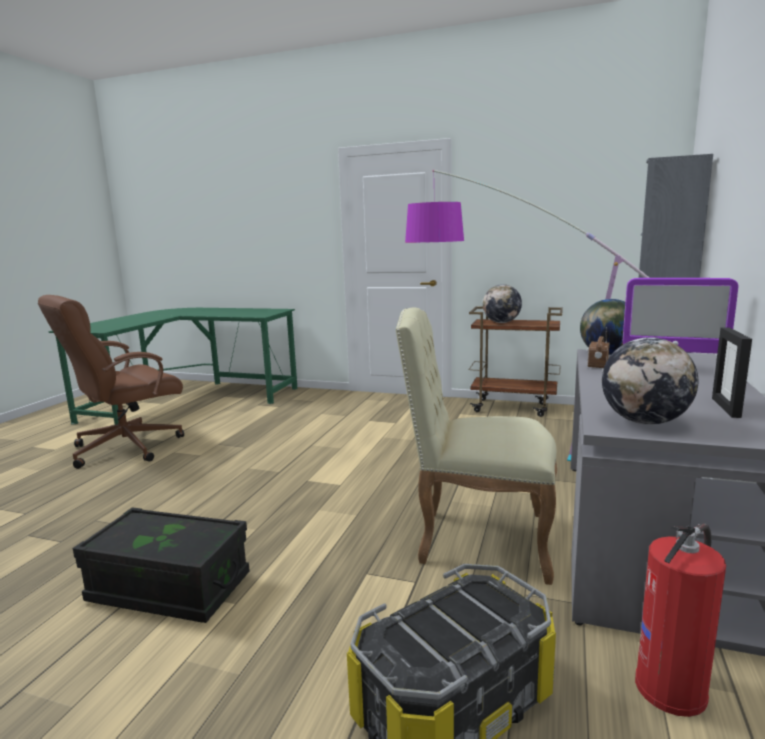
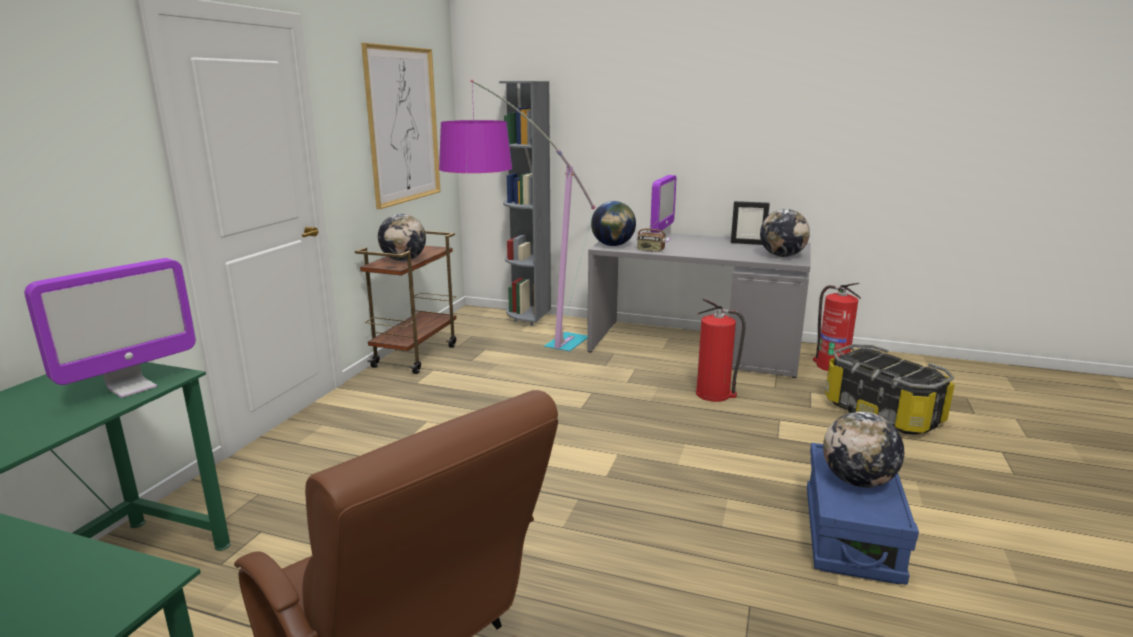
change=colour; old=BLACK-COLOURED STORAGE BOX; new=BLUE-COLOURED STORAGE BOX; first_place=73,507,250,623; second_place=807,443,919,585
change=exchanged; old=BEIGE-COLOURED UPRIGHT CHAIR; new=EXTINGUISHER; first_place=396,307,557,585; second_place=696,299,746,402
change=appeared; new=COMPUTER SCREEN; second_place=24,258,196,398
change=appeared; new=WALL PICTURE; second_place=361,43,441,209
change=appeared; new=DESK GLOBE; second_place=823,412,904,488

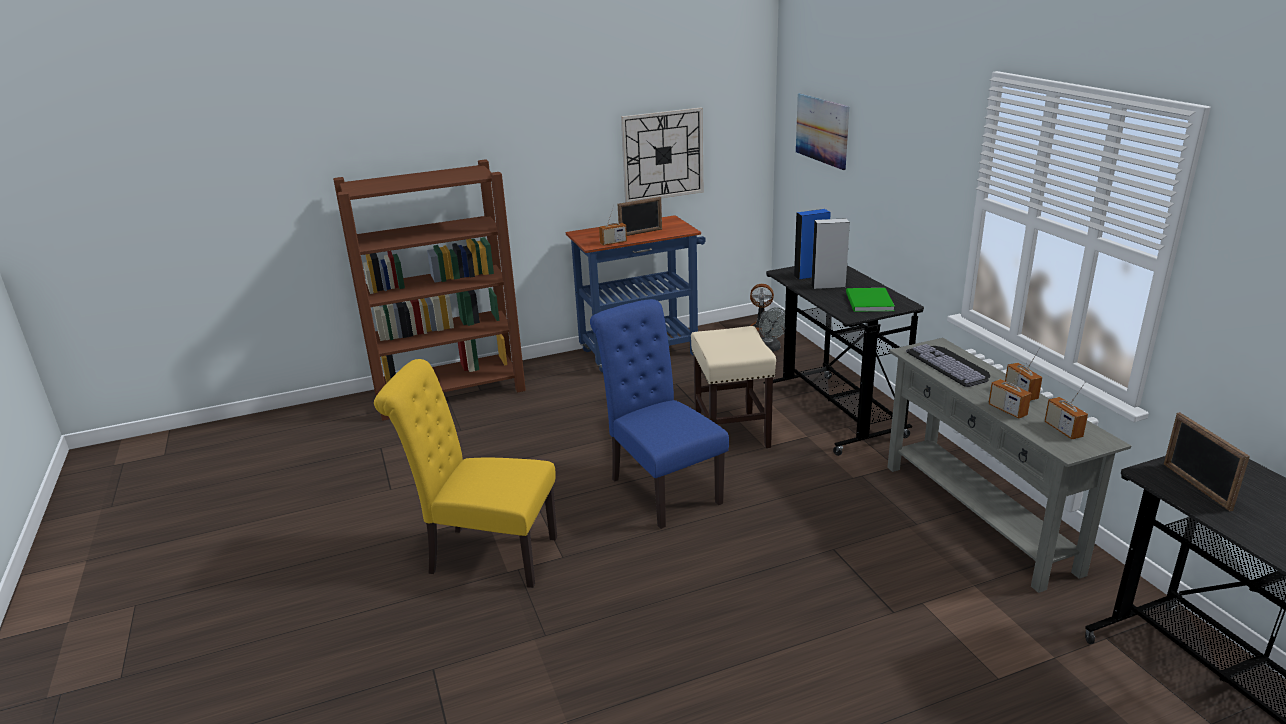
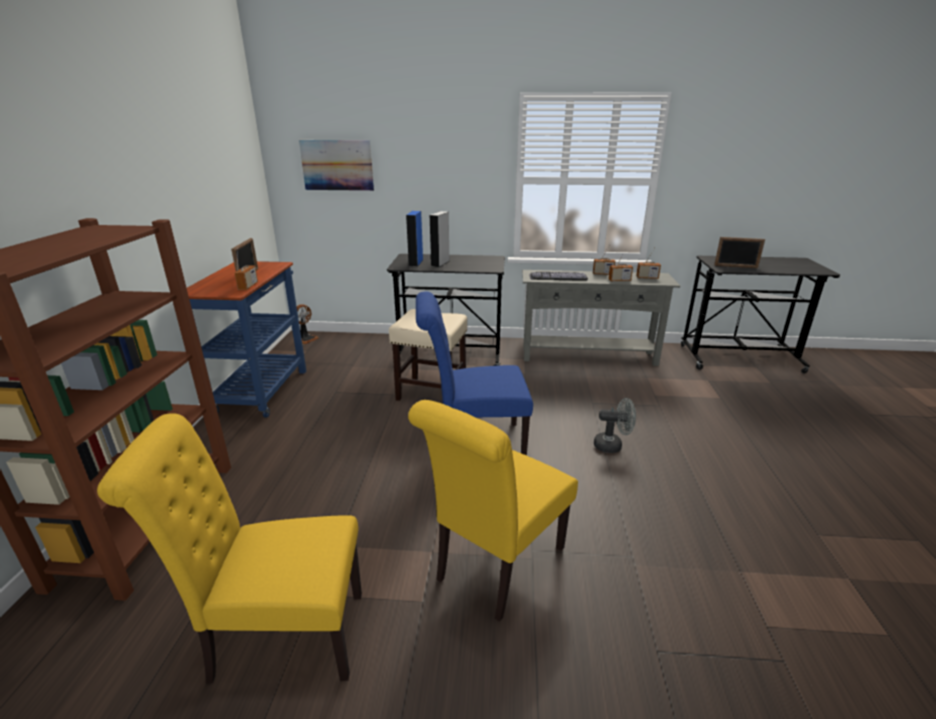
change=missing; old=WALL CLOCK; first_place=621,108,703,203
change=relocated; old=GREYISH FAN; first_place=759,307,785,352; second_place=594,398,636,453
change=missing; old=GREENISH BOOK; first_place=846,288,895,312
change=appeared; new=YELLOWISH UPRIGHT CHAIR; second_place=97,413,362,684

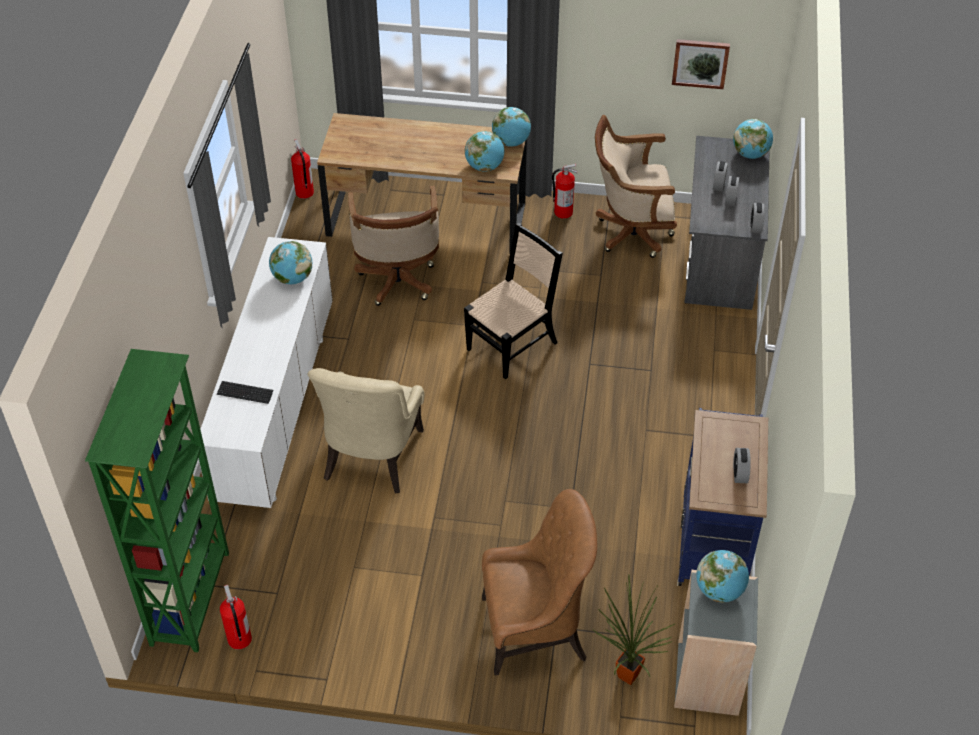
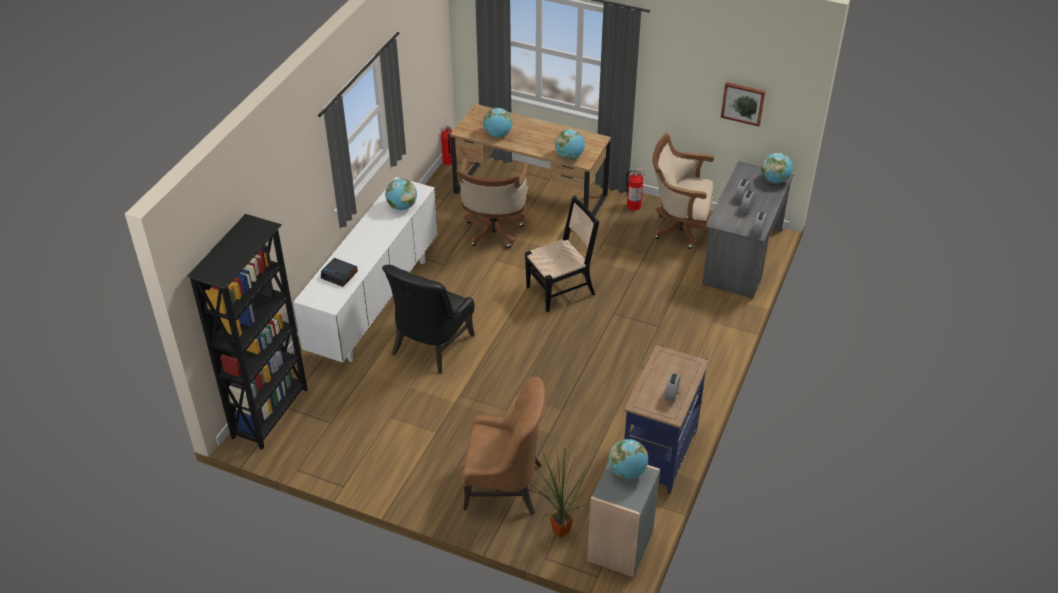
change=colour; old=GREENISH SHELVING UNIT; new=BLACK-COLOURED SHELVING UNIT; first_place=85,349,229,652; second_place=187,214,308,450
change=exchanged; old=PC KEYBOARD; new=BEDSIDE CLOCK; first_place=217,381,274,404; second_place=321,258,358,287
change=missing; old=EXTINGUISHER; first_place=220,585,252,649
change=colour; old=BEIGE-COLOURED UPRIGHT CHAIR; new=BLACK-COLOURED UPRIGHT CHAIR; first_place=307,368,425,494; second_place=382,265,475,374
change=relocated; old=DESK GLOBE; first_place=492,107,531,147; second_place=483,108,513,137

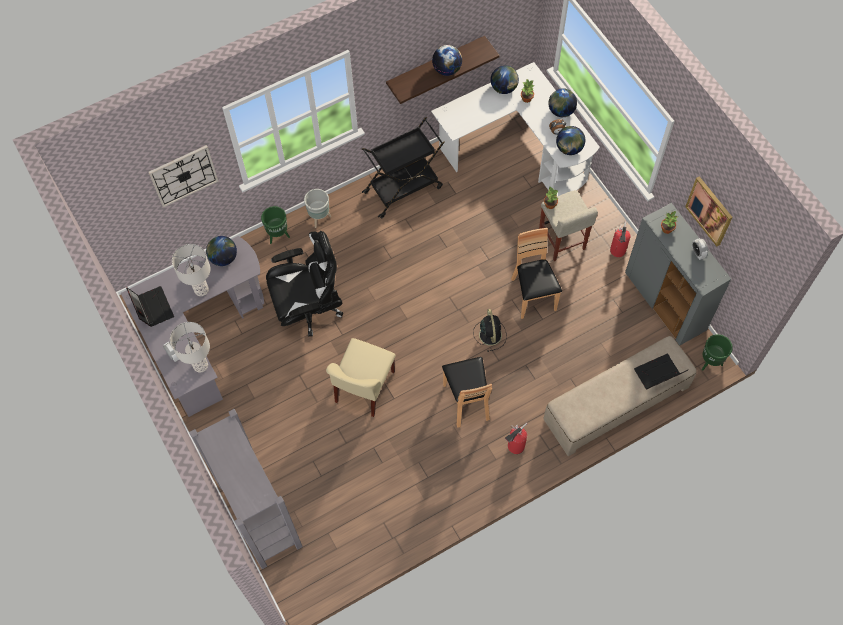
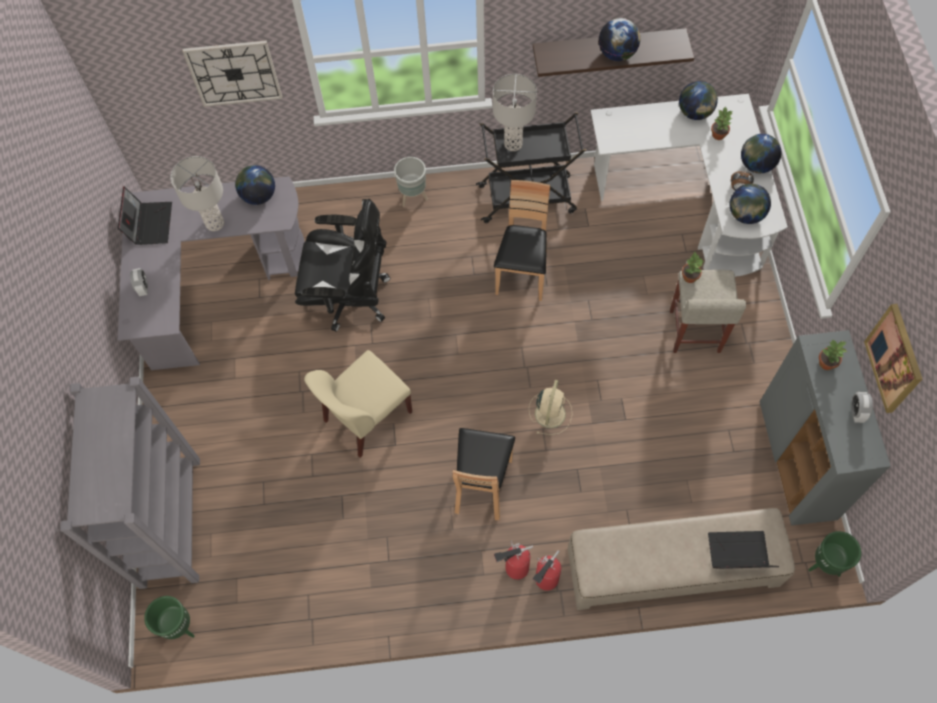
change=relocated; old=WHITE-COLOURED TABLETOP LAMP; first_place=170,322,210,372; second_place=493,74,537,151
change=relocated; old=GREENISH FLOWER POT; first_place=261,206,290,244; second_place=144,596,195,639
change=colour; old=BLACK-COLOURED FAN; new=BEIGE-COLOURED FAN; first_place=473,309,507,352; second_place=529,380,572,435
change=relocated; old=BROWN-COLOURED UPRIGHT CHAIR; first_place=511,228,562,319; second_place=494,180,550,301
change=relocated; old=EXTINGUISHER; first_place=610,220,631,257; second_place=532,550,561,591

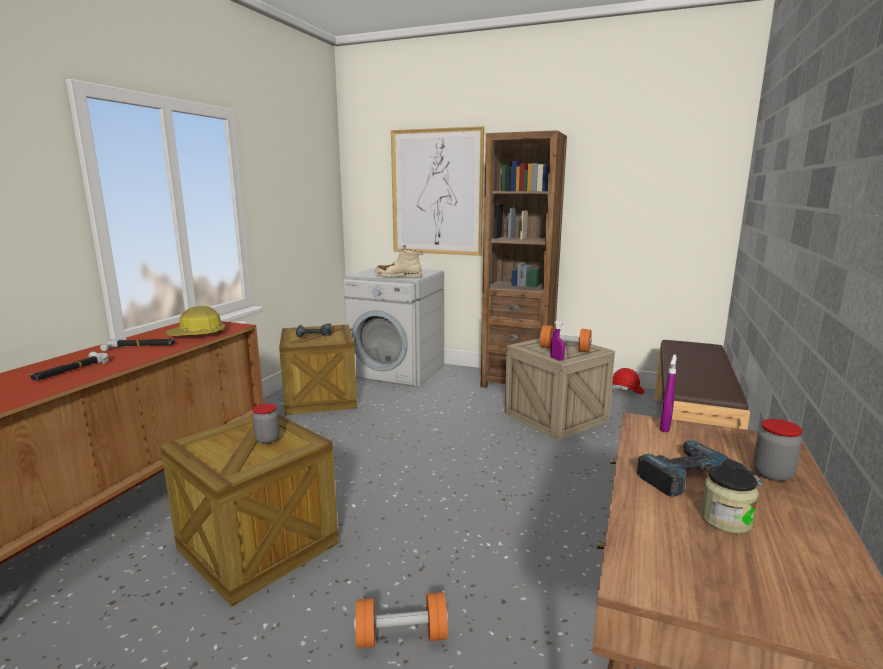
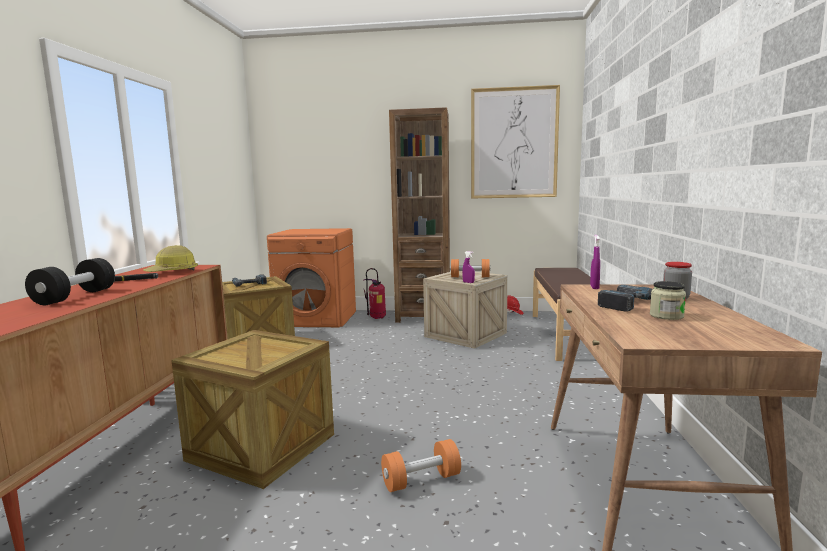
change=exchanged; old=TOOL HAMMER; new=BLACK-COLOURED FREE WEIGHT; first_place=30,352,109,381; second_place=25,258,115,305
change=missing; old=JAR; first_place=252,403,280,444
change=colour; old=WHITE-COLOURED WASHING MACHINE; new=ORANGE WASHING MACHINE; first_place=344,267,444,387; second_place=267,228,356,327
change=missing; old=BEIGE-COLOURED TALL BOOT; first_place=375,245,423,277
change=relocated; old=WALL PICTURE; first_place=391,126,484,256; second_place=471,85,560,199
change=appeared; new=EXTINGUISHER; second_place=363,268,386,319

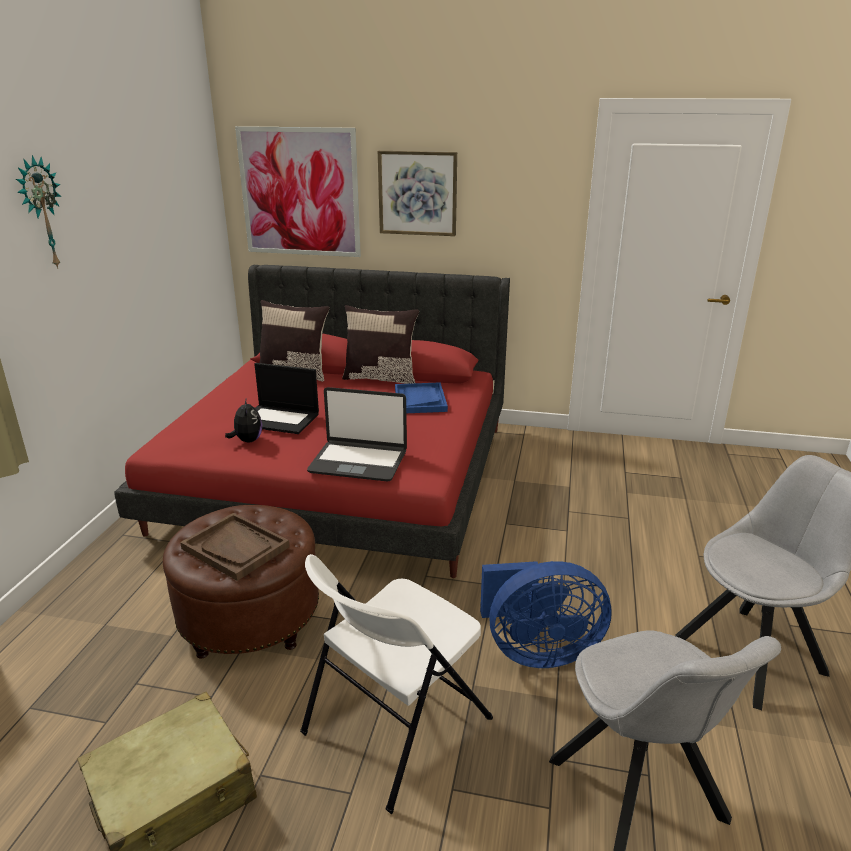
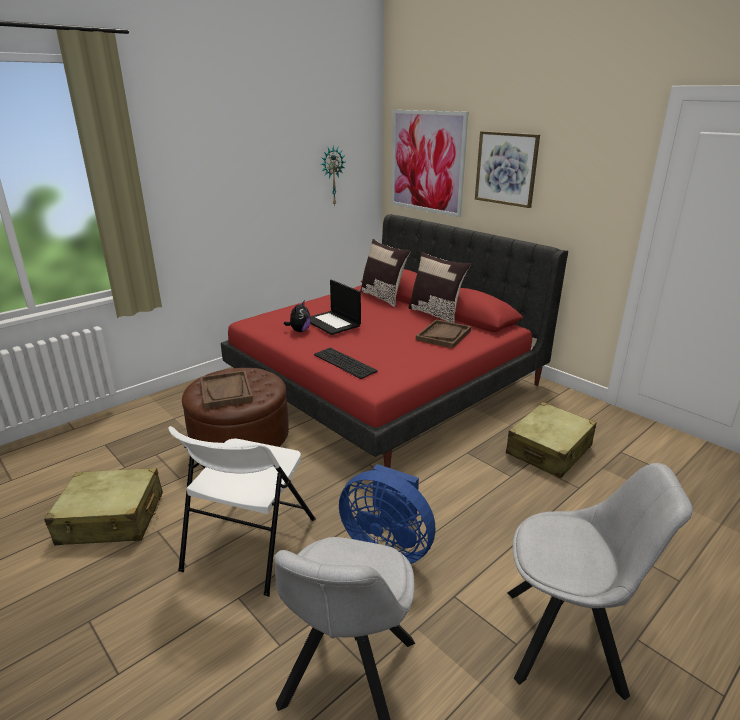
change=relocated; old=WALL CLOCK; first_place=16,155,62,269; second_place=321,146,345,206
change=spun; old=WHITE-COLOURED UPRIGHT CHAIR; first_place=300,554,493,814; second_place=168,426,316,597; degrees=-60
change=exchanged; old=LAPTOP; new=PC KEYBOARD; first_place=307,387,407,482; second_place=314,348,378,379
change=colour; old=BLUE-COLOURED CARRYING TRAY; new=BROWN-COLOURED CARRYING TRAY; first_place=395,382,448,413; second_place=416,320,471,348
change=appeared; new=BEIGE-COLOURED SUITCASE; second_place=506,402,597,478

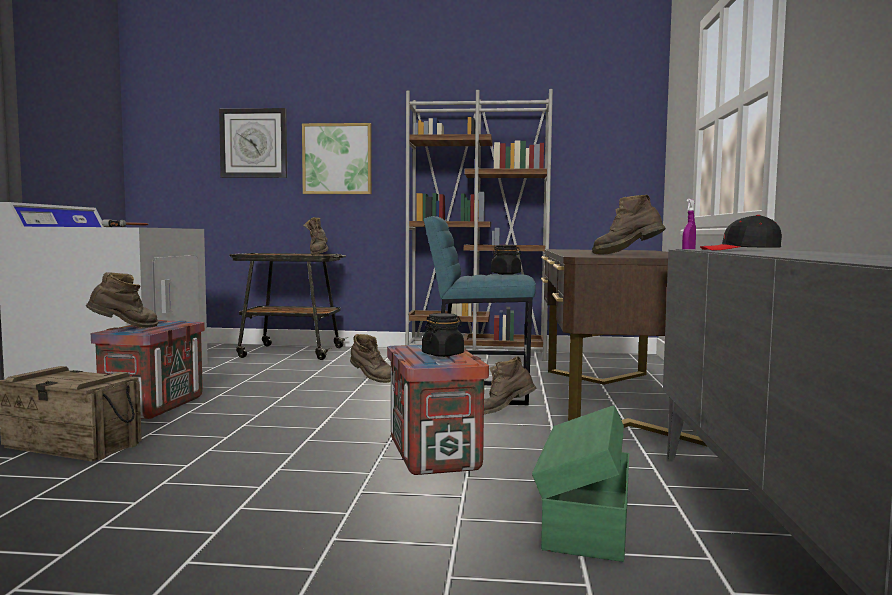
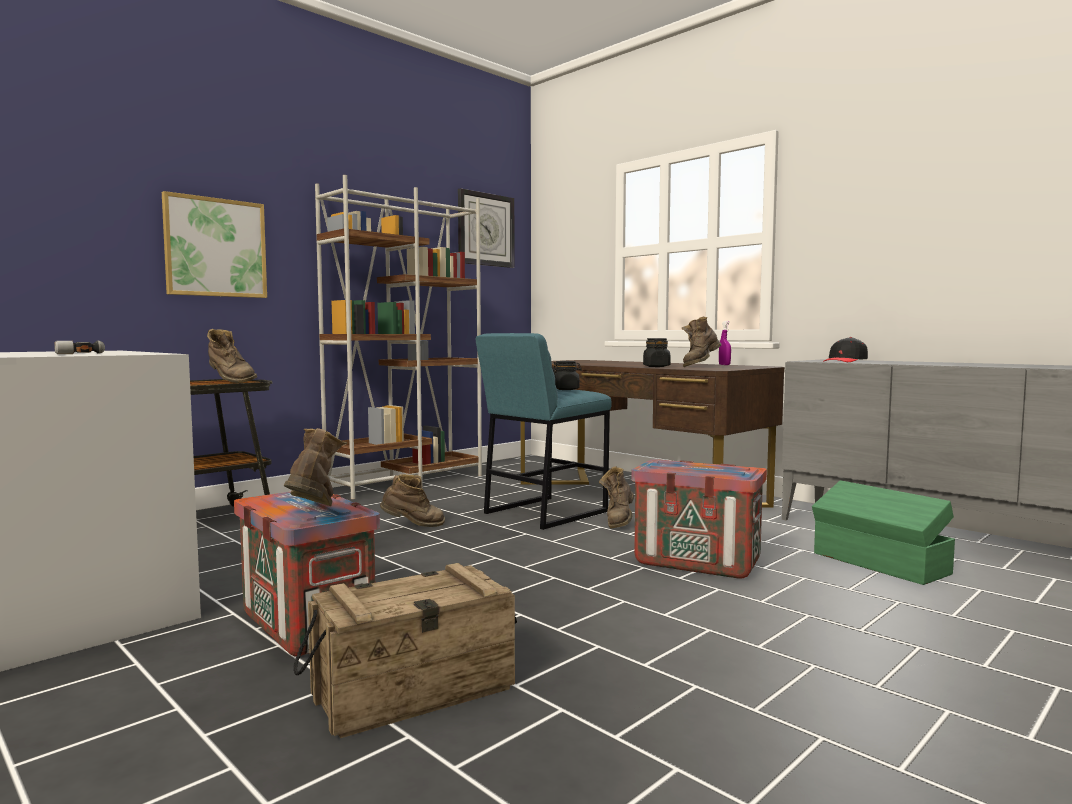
change=relocated; old=WALL CLOCK; first_place=219,108,287,178; second_place=458,188,515,268
change=relocated; old=BLACK-COLOURED JAR; first_place=422,313,464,357; second_place=643,338,671,367

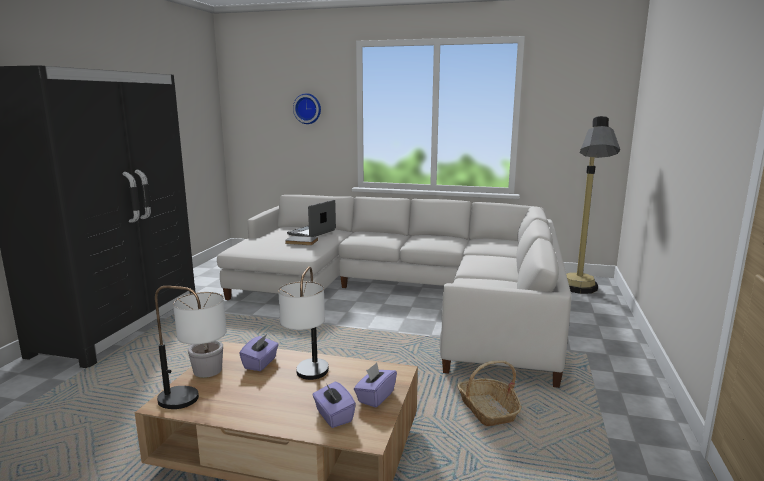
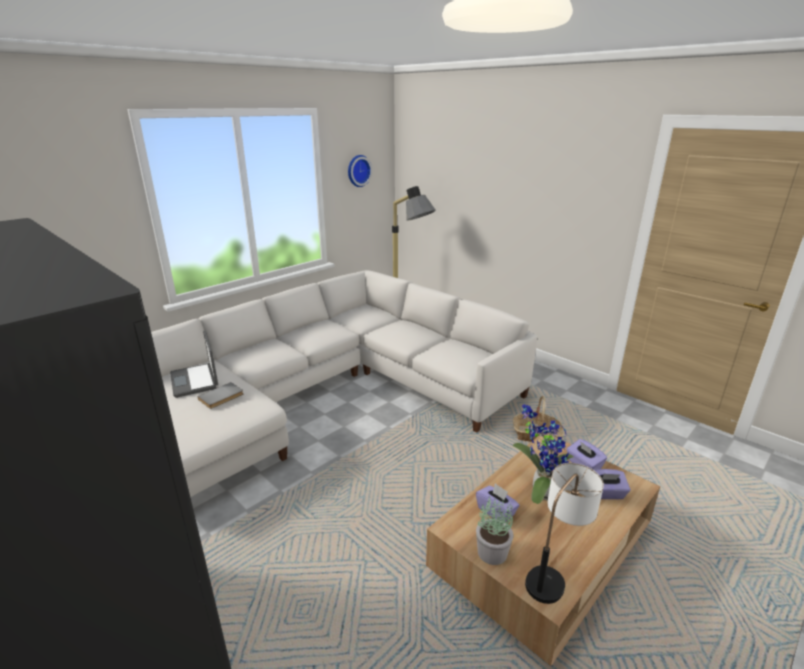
change=exchanged; old=TABLETOP LAMP; new=POTTED PLANT; first_place=278,266,329,380; second_place=513,404,574,504
change=relocated; old=WALL CLOCK; first_place=293,93,321,124; second_place=348,155,372,187

